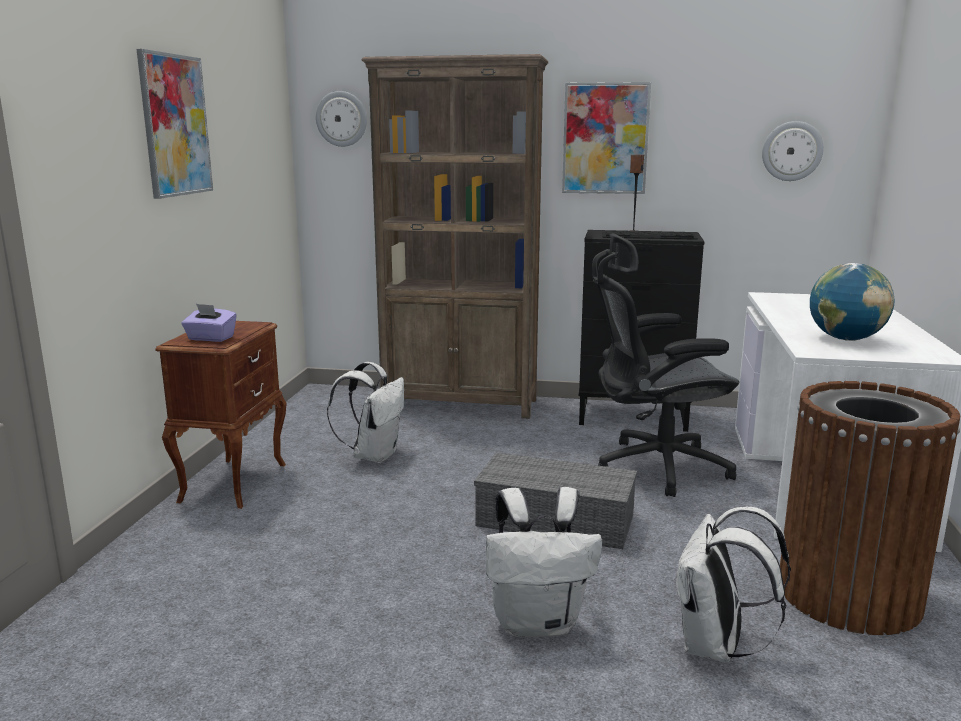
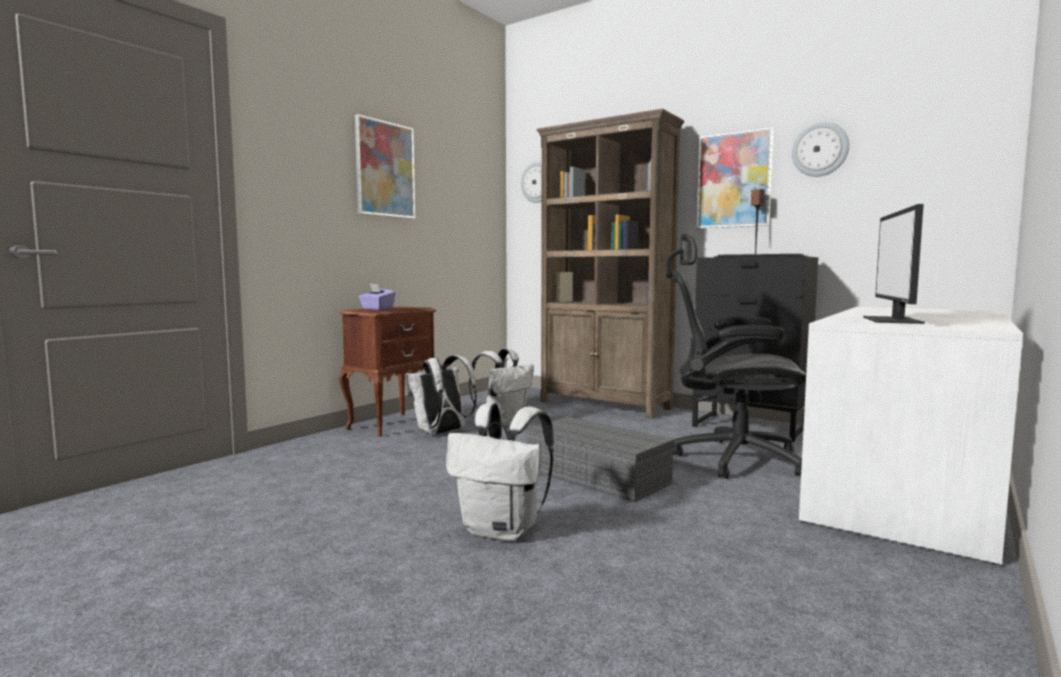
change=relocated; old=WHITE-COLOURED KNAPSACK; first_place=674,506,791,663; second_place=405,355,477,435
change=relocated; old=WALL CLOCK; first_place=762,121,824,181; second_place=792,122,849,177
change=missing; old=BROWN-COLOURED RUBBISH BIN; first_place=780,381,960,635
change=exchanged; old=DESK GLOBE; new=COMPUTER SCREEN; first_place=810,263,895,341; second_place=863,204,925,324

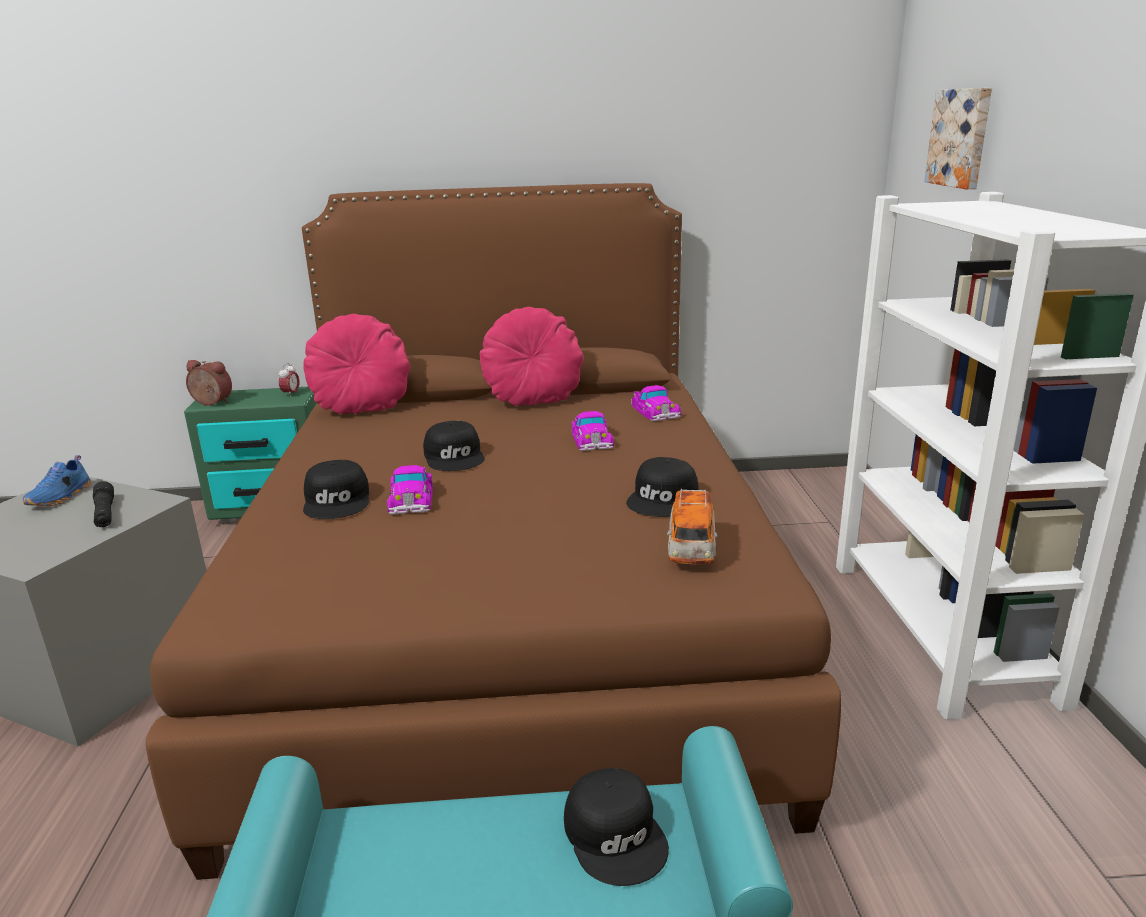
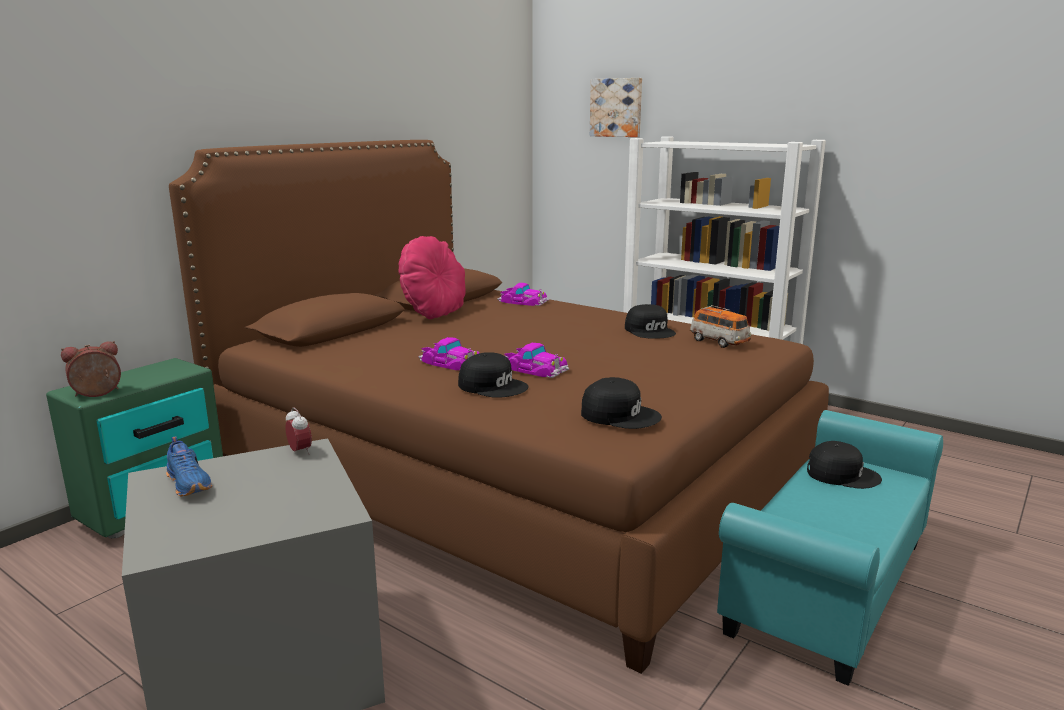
change=missing; old=BLACK-COLOURED TORCH; first_place=93,481,114,527
change=relocated; old=BEDSIDE CLOCK; first_place=279,363,300,397; second_place=285,407,312,455
change=missing; old=PINKISH PILLOW; first_place=303,314,410,414
change=relocated; old=BLACK-COLOURED BASEBALL CAP; first_place=423,421,485,471; second_place=581,377,662,429
change=relocated; old=MINIATURE CAR; first_place=572,411,614,451; second_place=419,337,479,370

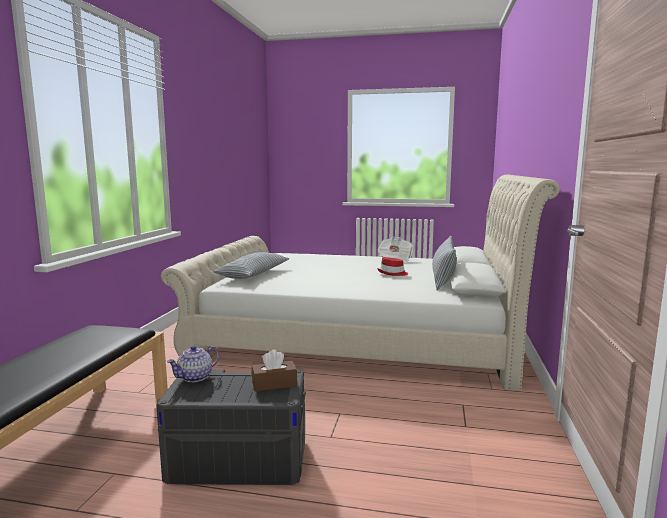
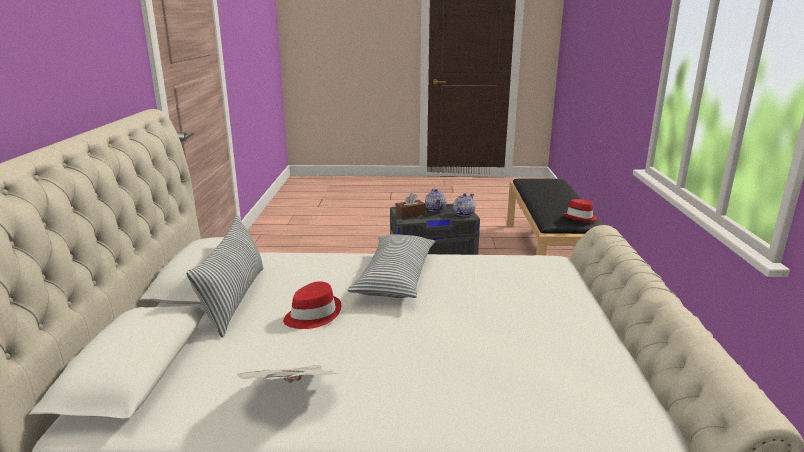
change=relocated; old=PILLOW; first_place=213,252,289,279; second_place=348,234,435,298
change=appeared; new=TEA POT; second_place=425,189,447,212
change=appeared; new=REDDISH CLOTHING HAT; second_place=563,199,597,222

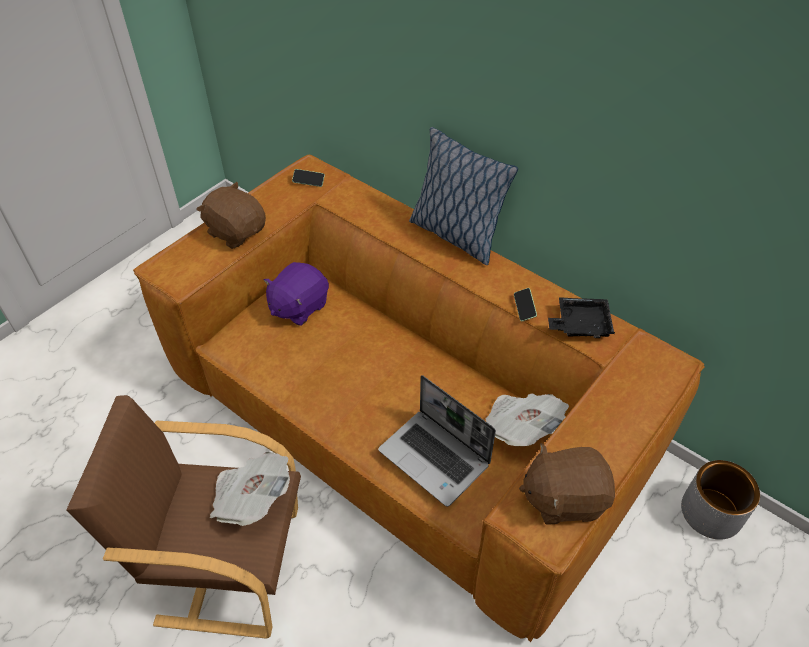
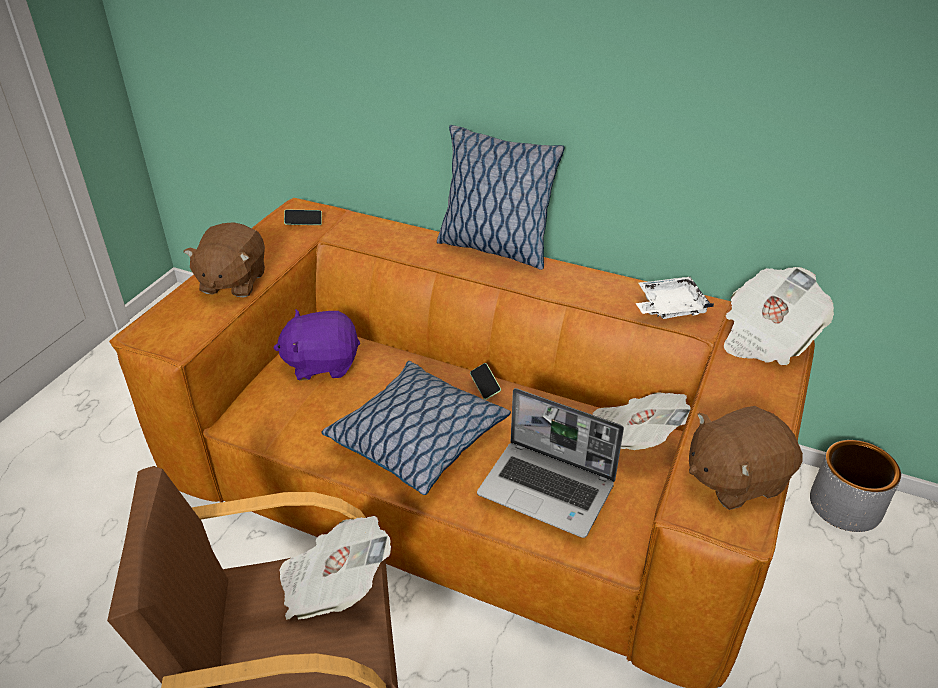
change=spun; old=BROWN-COLOURED PLUSH TOY; first_place=196,182,266,249; second_place=183,223,265,297; degrees=-105
change=spun; old=PURPLISH PLUSH TOY; first_place=263,262,329,326; second_place=274,310,360,380; degrees=60
change=relocated; old=HANDSET; first_place=514,288,537,321; second_place=470,363,501,400
change=colour; old=BLACK-COLOURED CARRYING TRAY; new=WHITE-COLOURED CARRYING TRAY; first_place=548,297,615,338; second_place=636,277,714,319
change=appeared; new=PILLOW; second_place=322,361,511,495
change=appeared; new=PRINTED PAPER; second_place=724,267,834,365

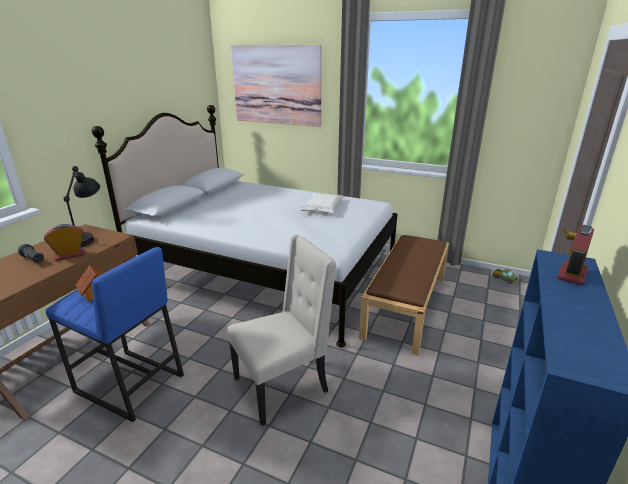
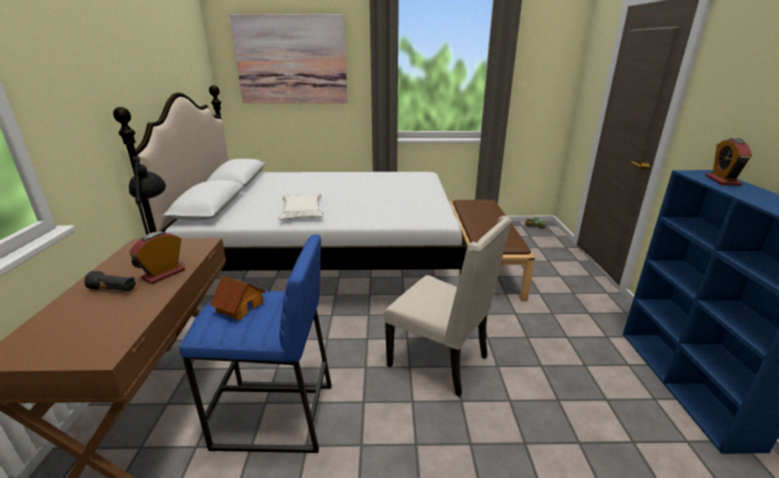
change=spun; old=BEIGE-COLOURED UPRIGHT CHAIR; first_place=227,235,336,426; second_place=384,216,511,397; degrees=90
change=relocated; old=WHITE-COLOURED PILLOW; first_place=300,193,343,214; second_place=279,193,323,220

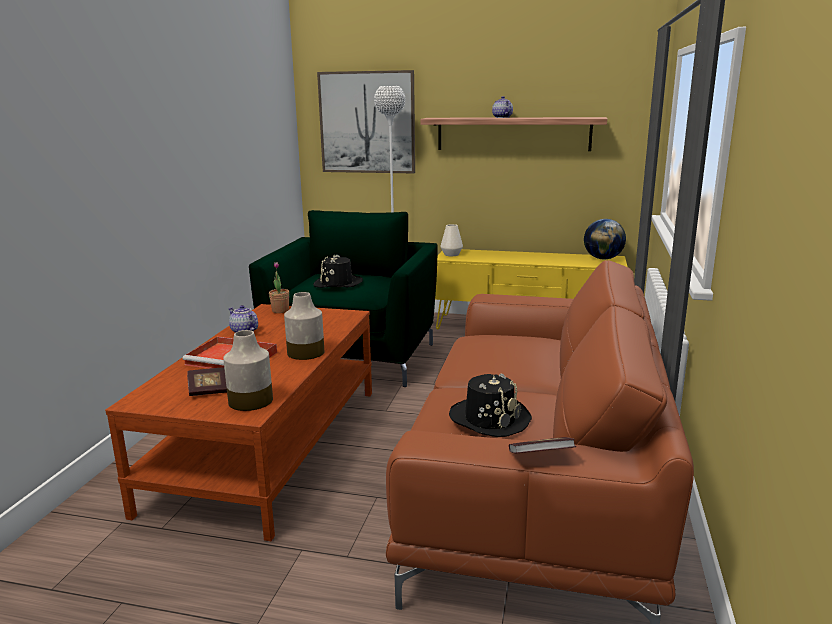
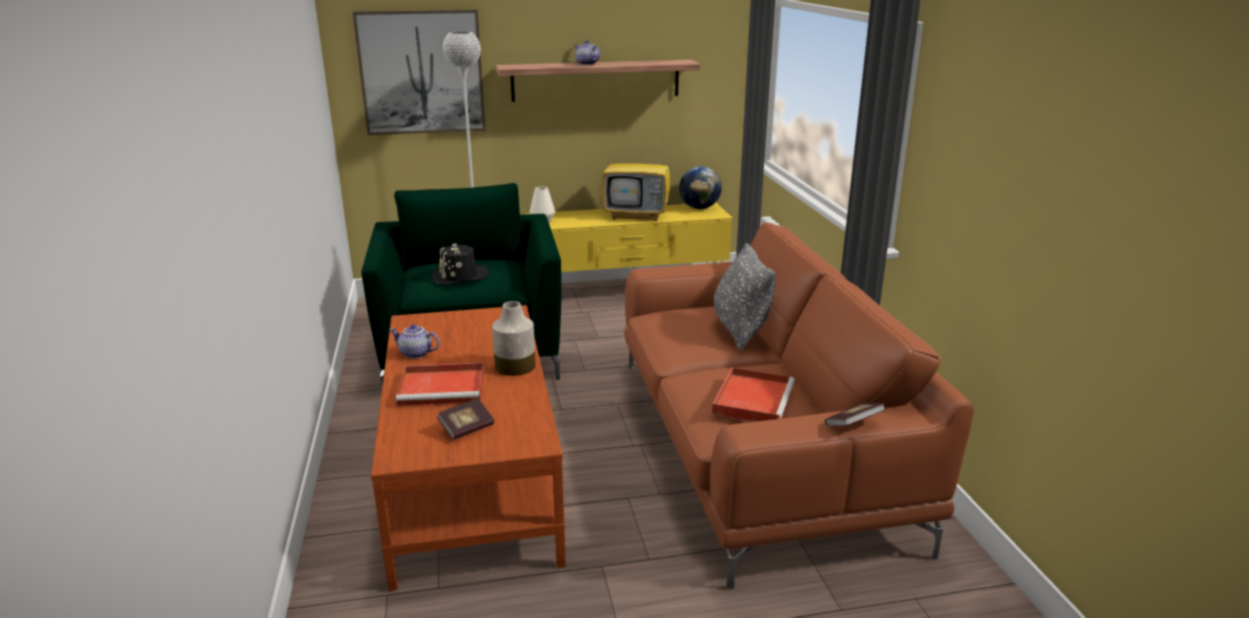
change=missing; old=BEIGE-COLOURED VASE; first_place=223,330,273,411
change=missing; old=POTTED PLANT; first_place=269,262,289,313
change=exchanged; old=BLACK-COLOURED CLOTHING HAT; new=REDDISH CARRYING TRAY; first_place=449,373,532,437; second_place=712,367,795,422
change=appeared; new=TV; second_place=602,136,670,221
change=appeared; new=GREYISH PILLOW; second_place=714,243,776,350

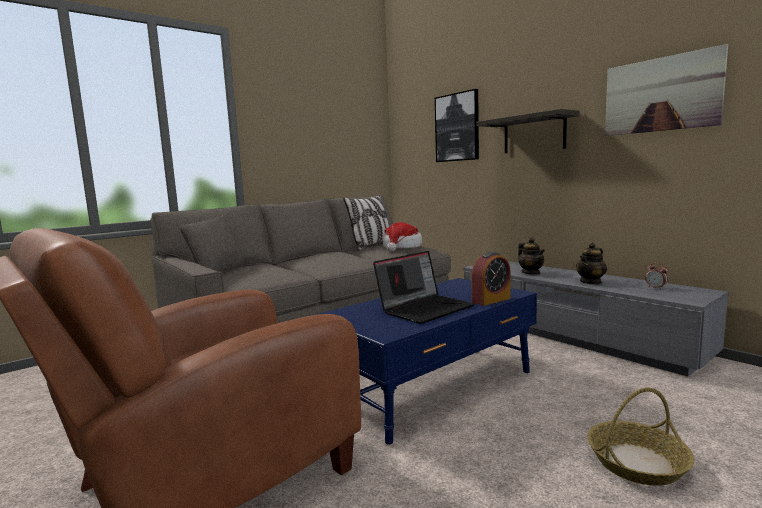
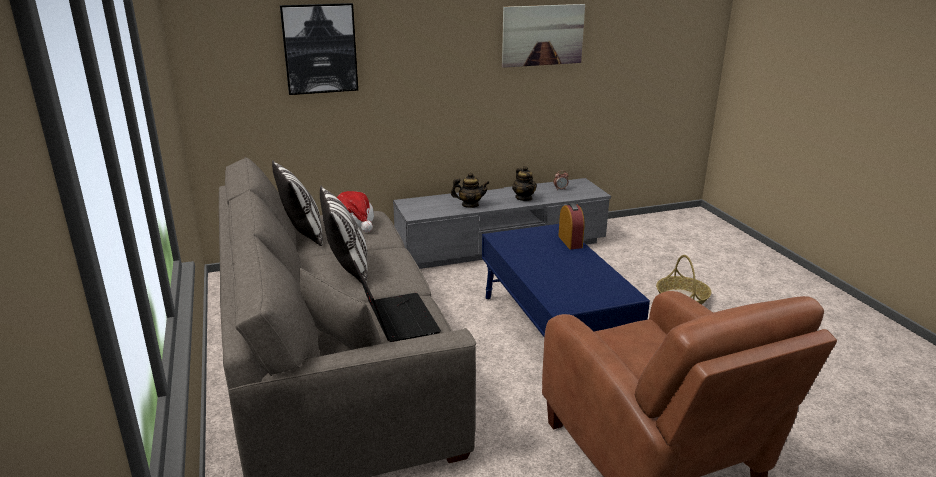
change=relocated; old=LAPTOP; first_place=373,251,474,324; second_place=353,260,441,342
change=missing; old=BRACKET SHELF; first_place=476,109,580,153
change=appeared; new=PILLOW; second_place=320,185,368,283

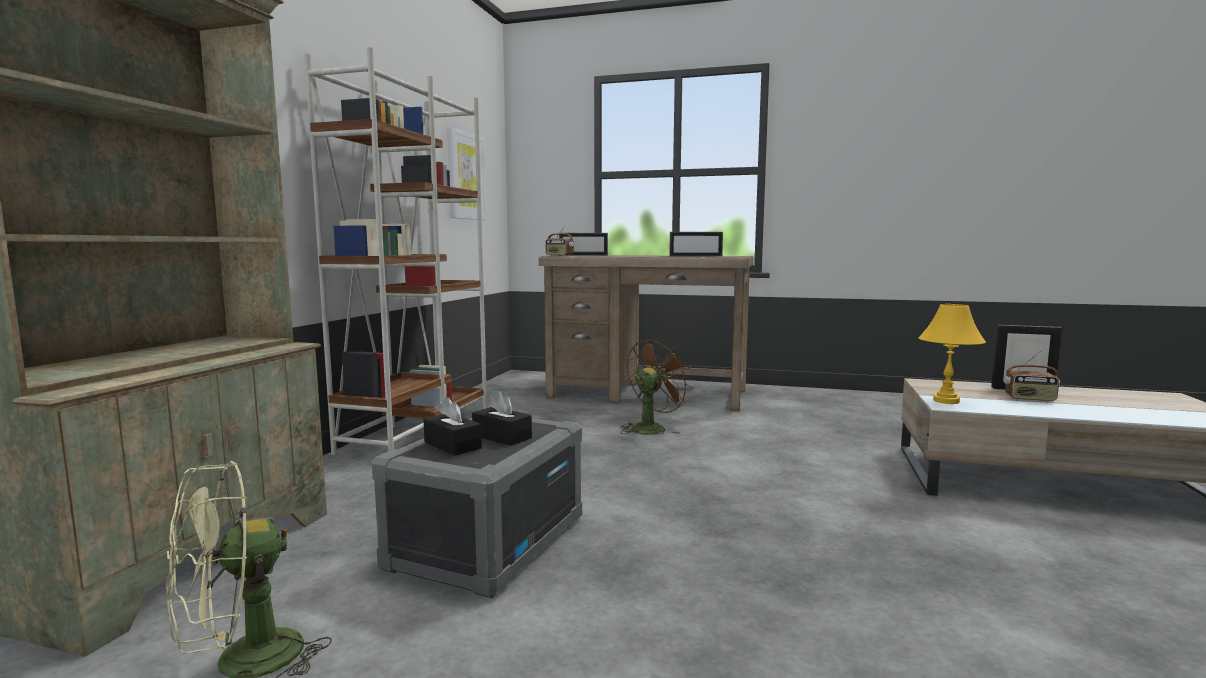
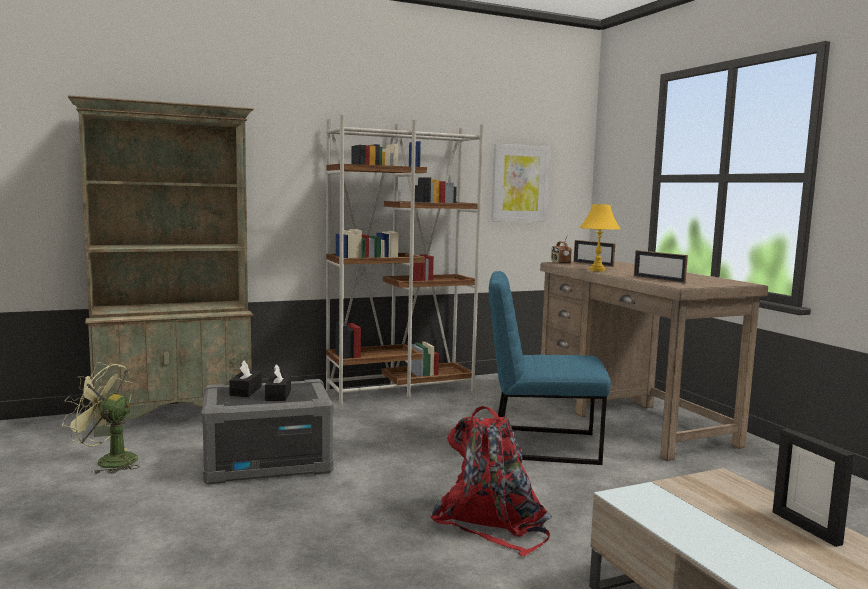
change=exchanged; old=BROWN-COLOURED FAN; new=BLUE-COLOURED UPRIGHT CHAIR; first_place=620,337,694,435; second_place=489,271,611,465
change=relocated; old=YELLOWISH TABLETOP LAMP; first_place=918,304,986,404; second_place=580,204,620,272
change=missing; old=RADIO SET; first_place=1004,351,1060,401
change=appeared; new=REDDISH KNAPSACK; second_place=430,406,552,557

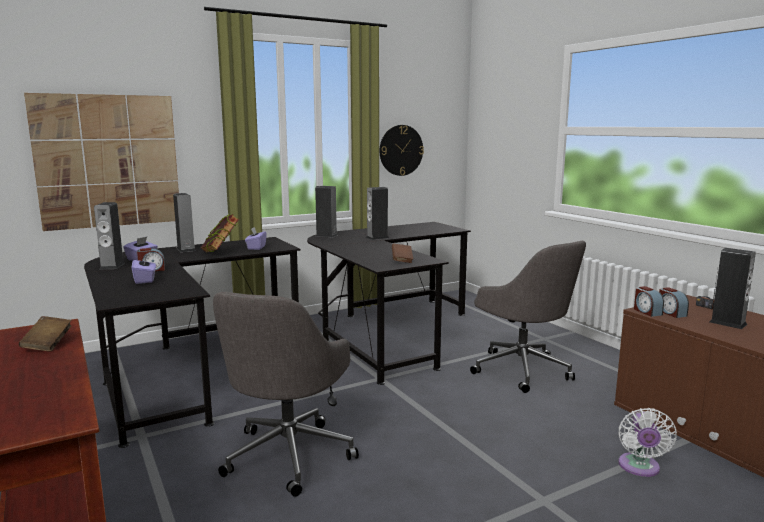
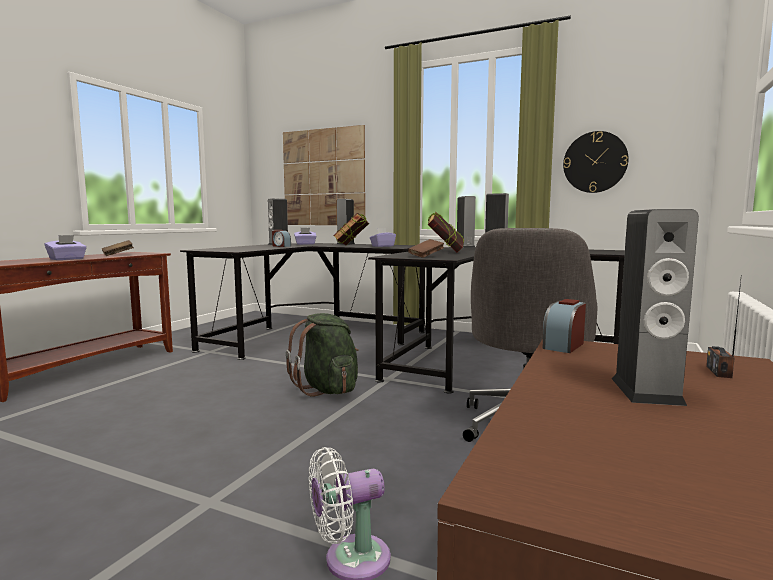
change=relocated; old=PURPLISH TISSUE BOX; first_place=132,254,156,284; second_place=45,235,87,260
change=missing; old=GREYISH OFFICE CHAIR; first_place=213,292,359,497
change=missing; old=BEDSIDE CLOCK; first_place=659,287,689,318
change=appeared; new=GREENISH KNAPSACK; second_place=286,313,359,397
change=appeared; new=BOOK; second_place=428,212,465,253

